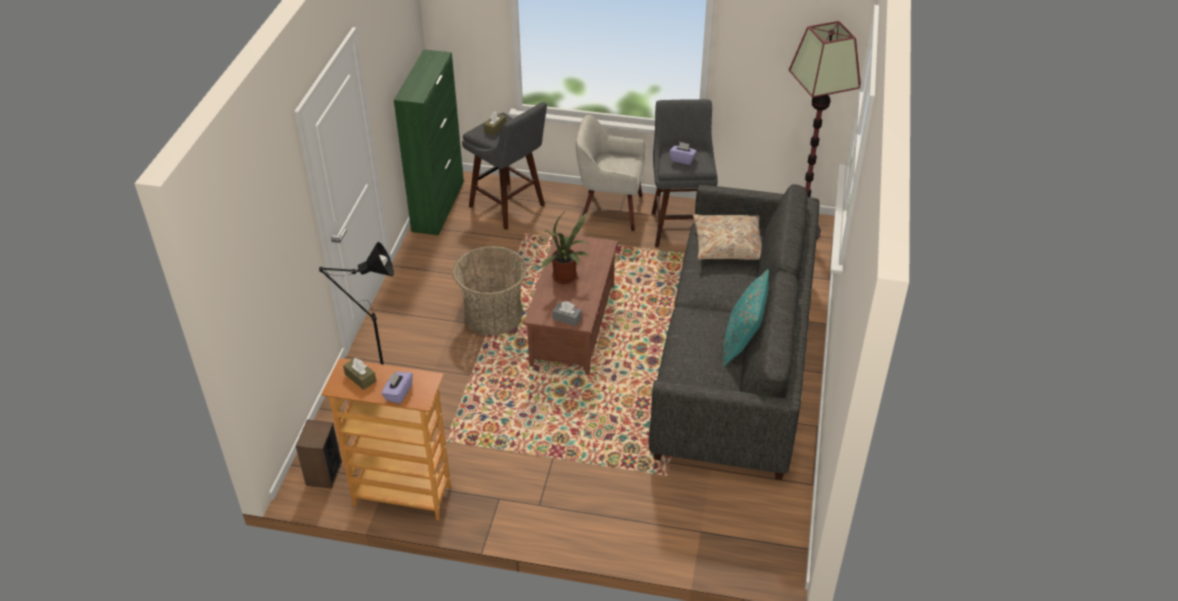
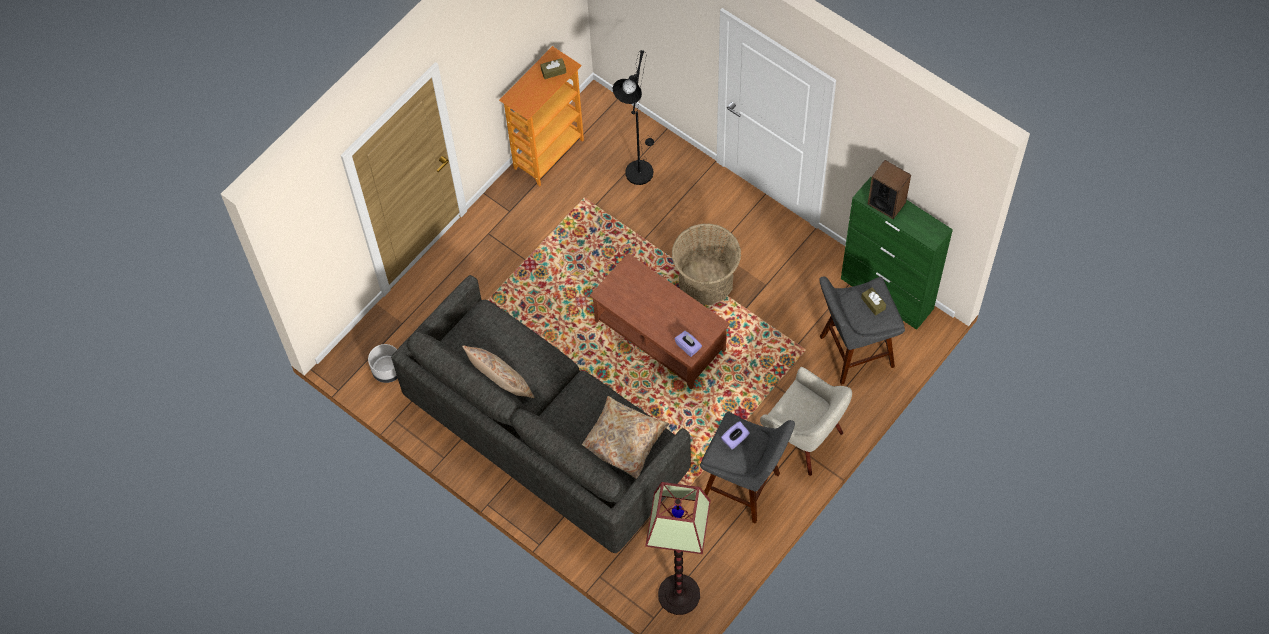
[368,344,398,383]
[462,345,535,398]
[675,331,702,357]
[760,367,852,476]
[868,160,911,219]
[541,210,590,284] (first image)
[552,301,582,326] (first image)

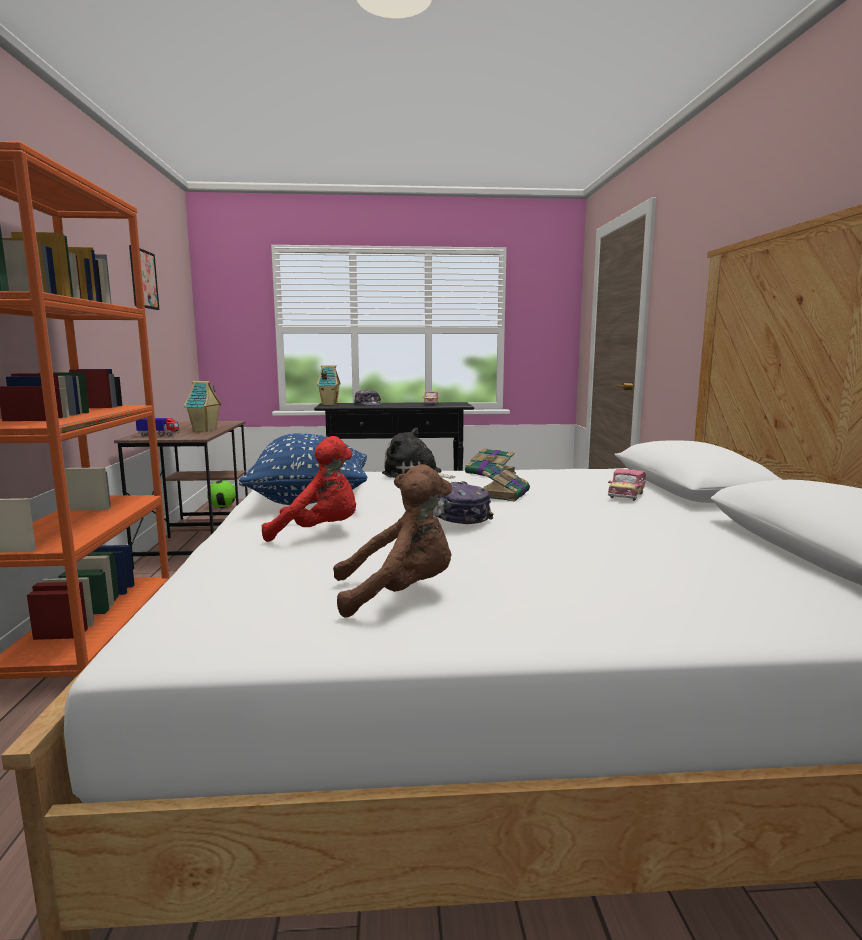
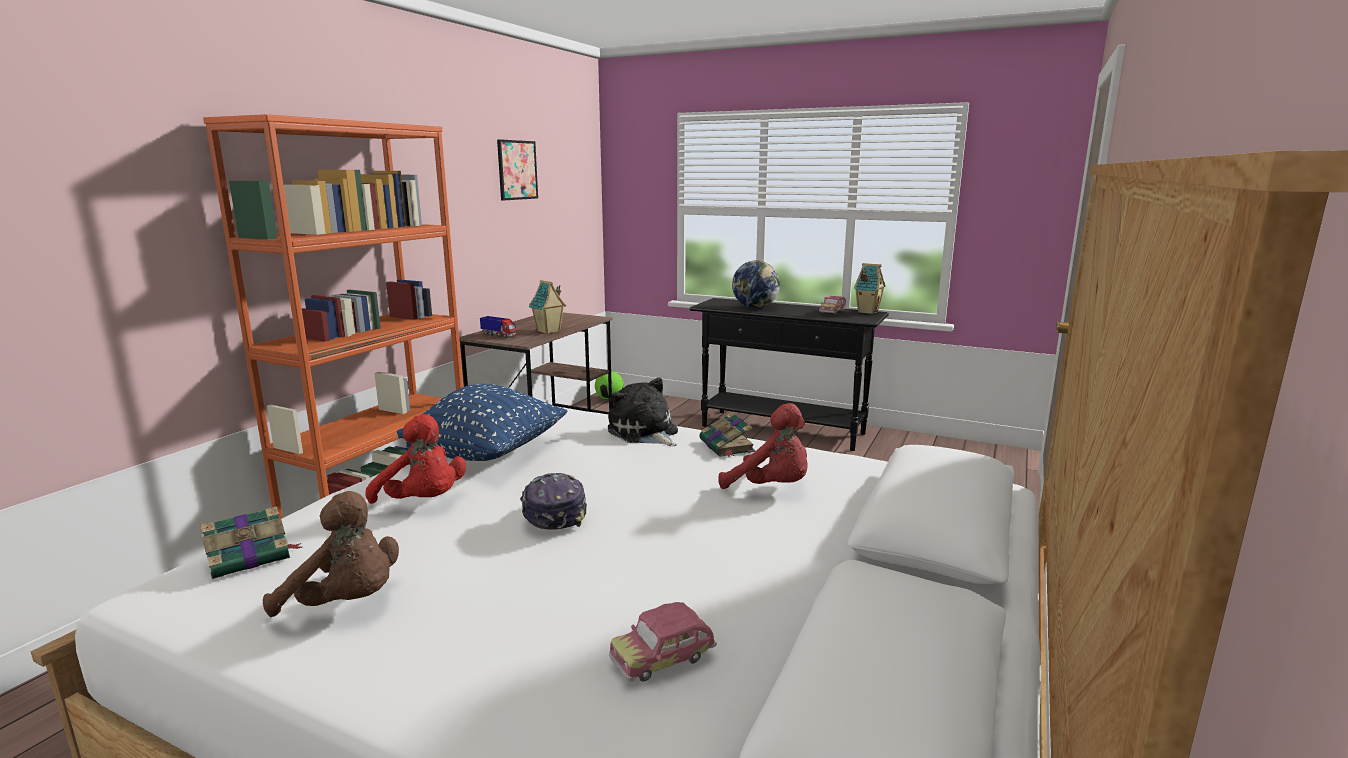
[201,506,302,579]
[609,602,717,682]
[718,403,808,489]
[732,261,780,308]
[854,263,886,314]

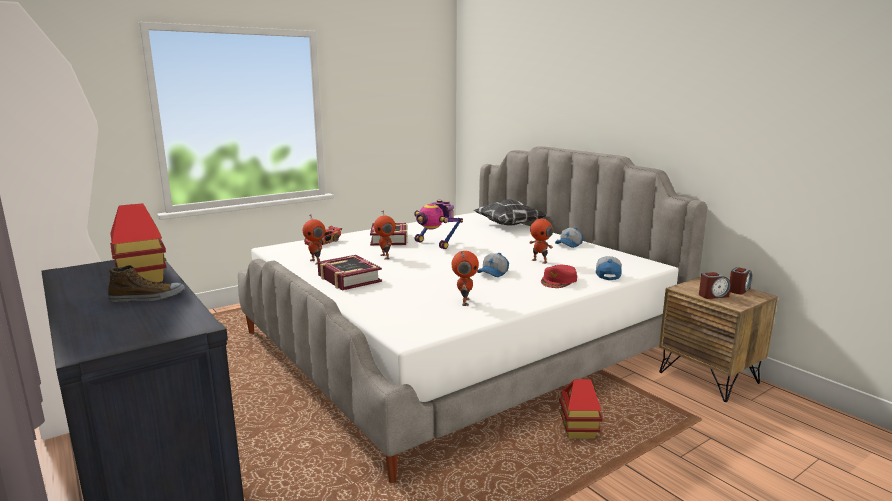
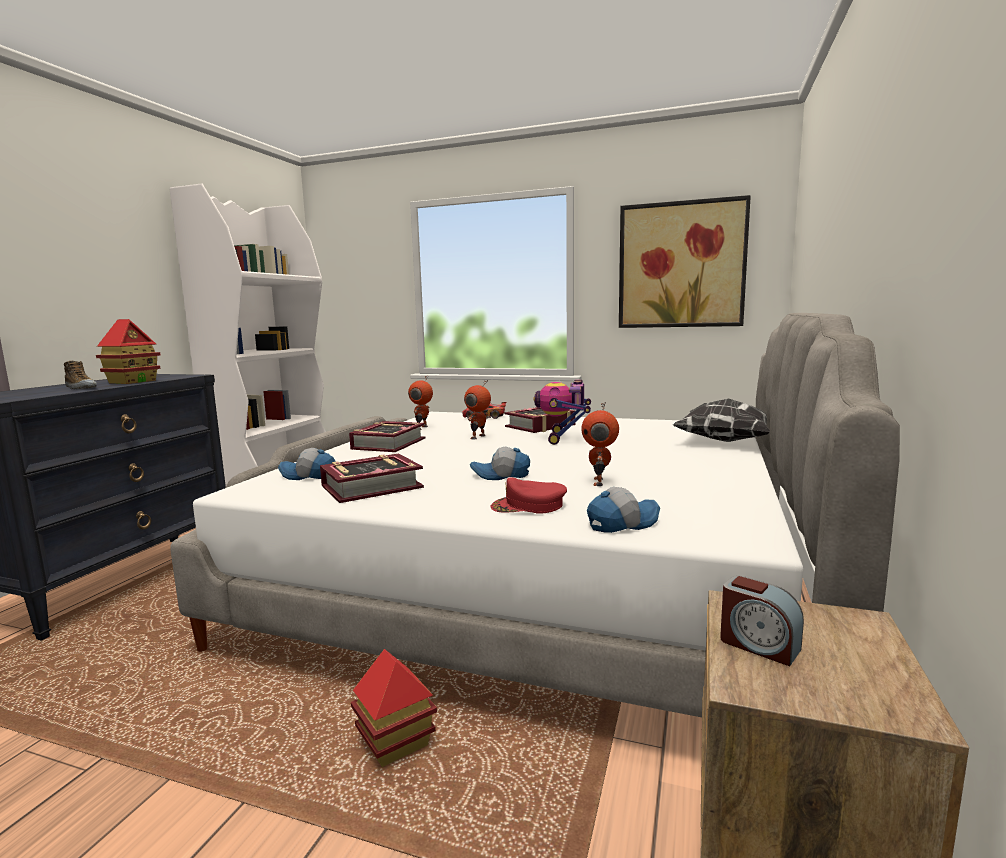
[278,448,336,480]
[320,453,424,503]
[619,195,751,328]
[730,267,752,295] (first image)

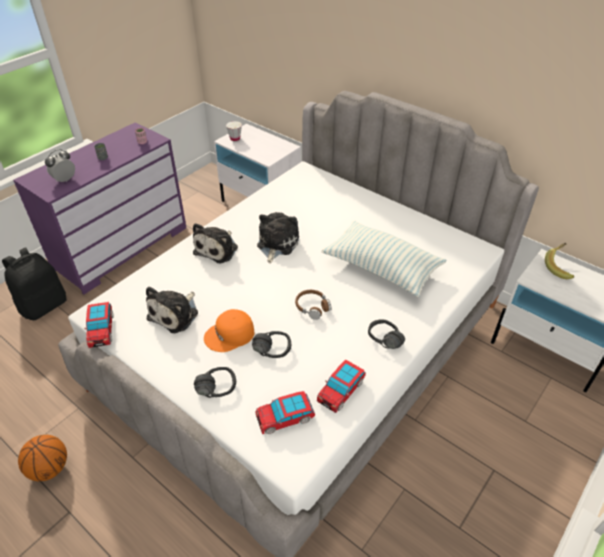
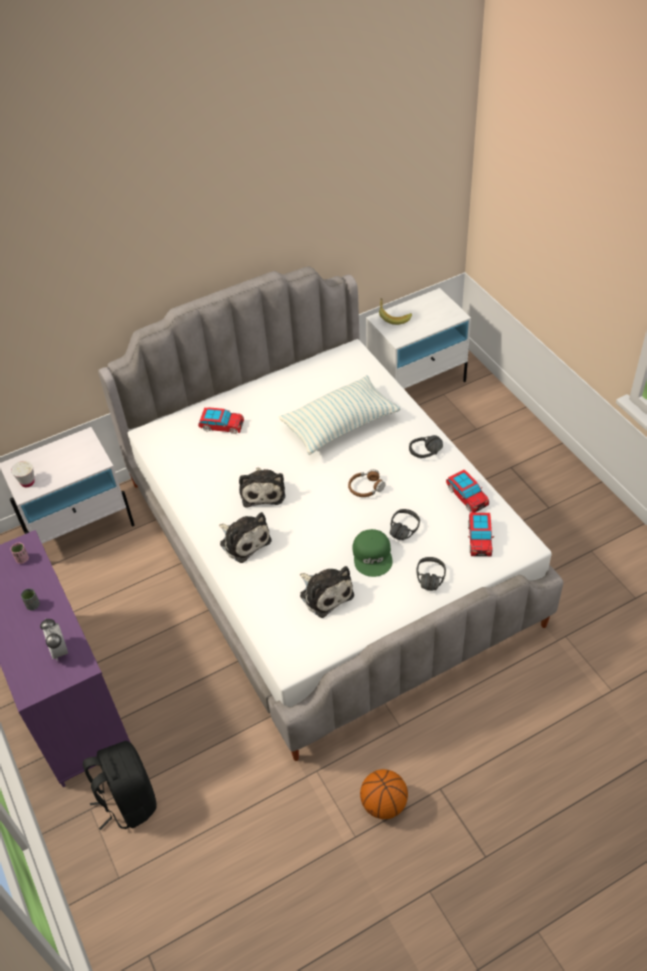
[198,408,244,434]
[239,467,285,507]
[353,529,393,577]

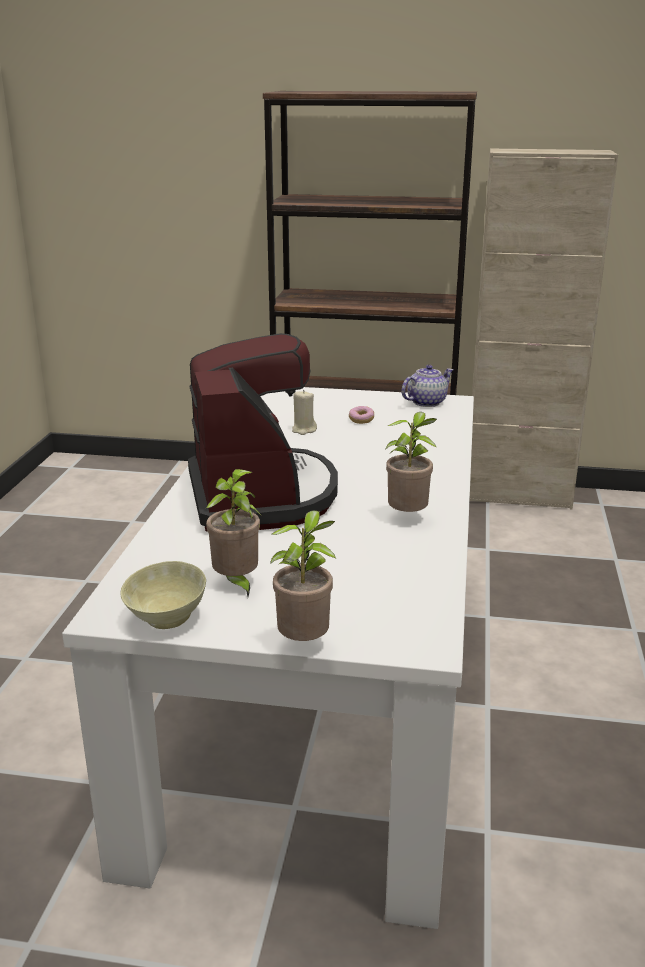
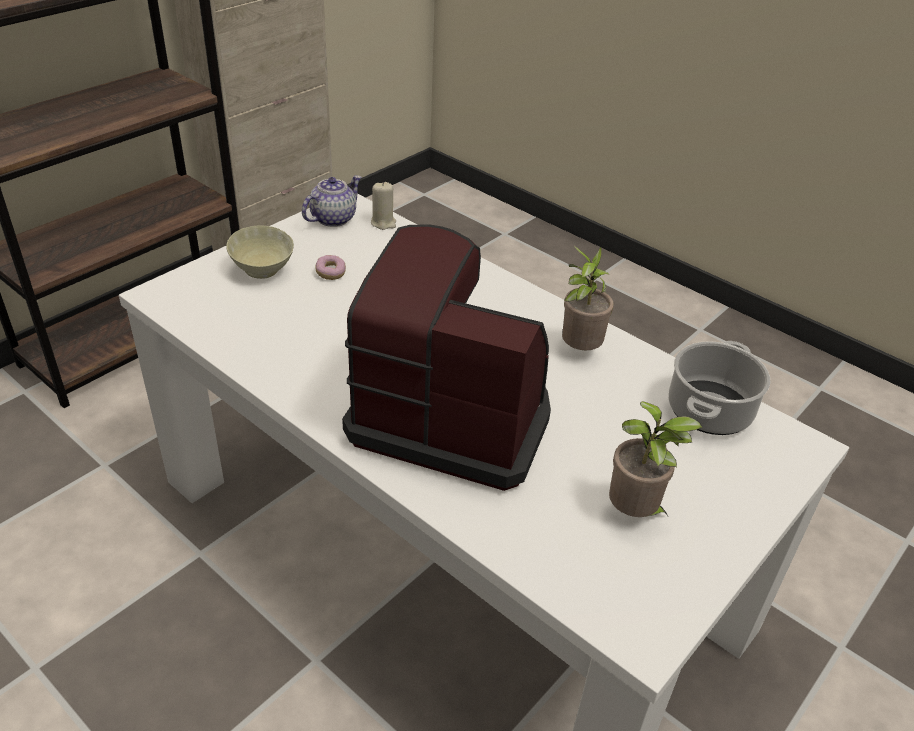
[226,226,294,279]
[302,175,361,227]
[371,182,396,230]
[668,341,770,435]
[270,510,336,641] (first image)

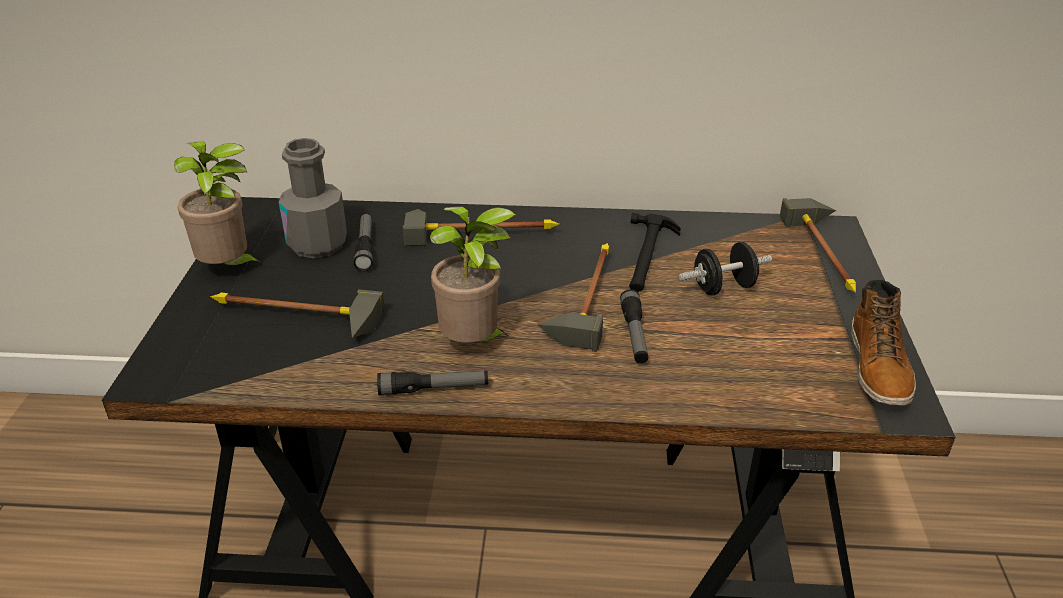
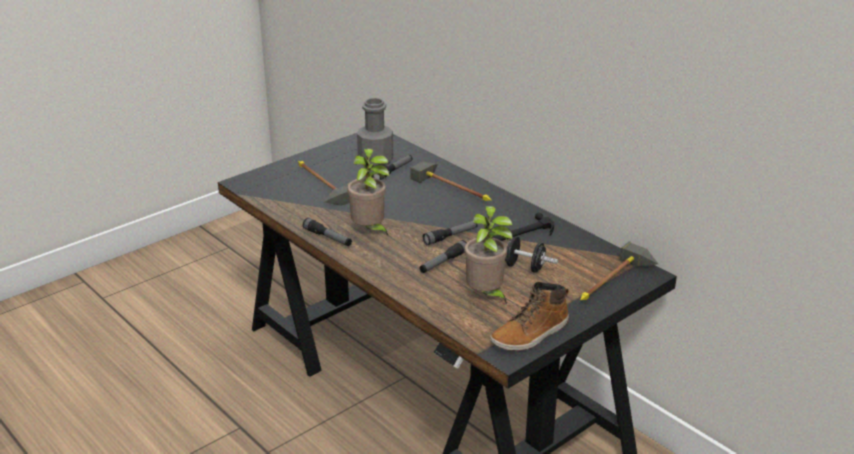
[423,221,478,245]
[465,206,512,304]

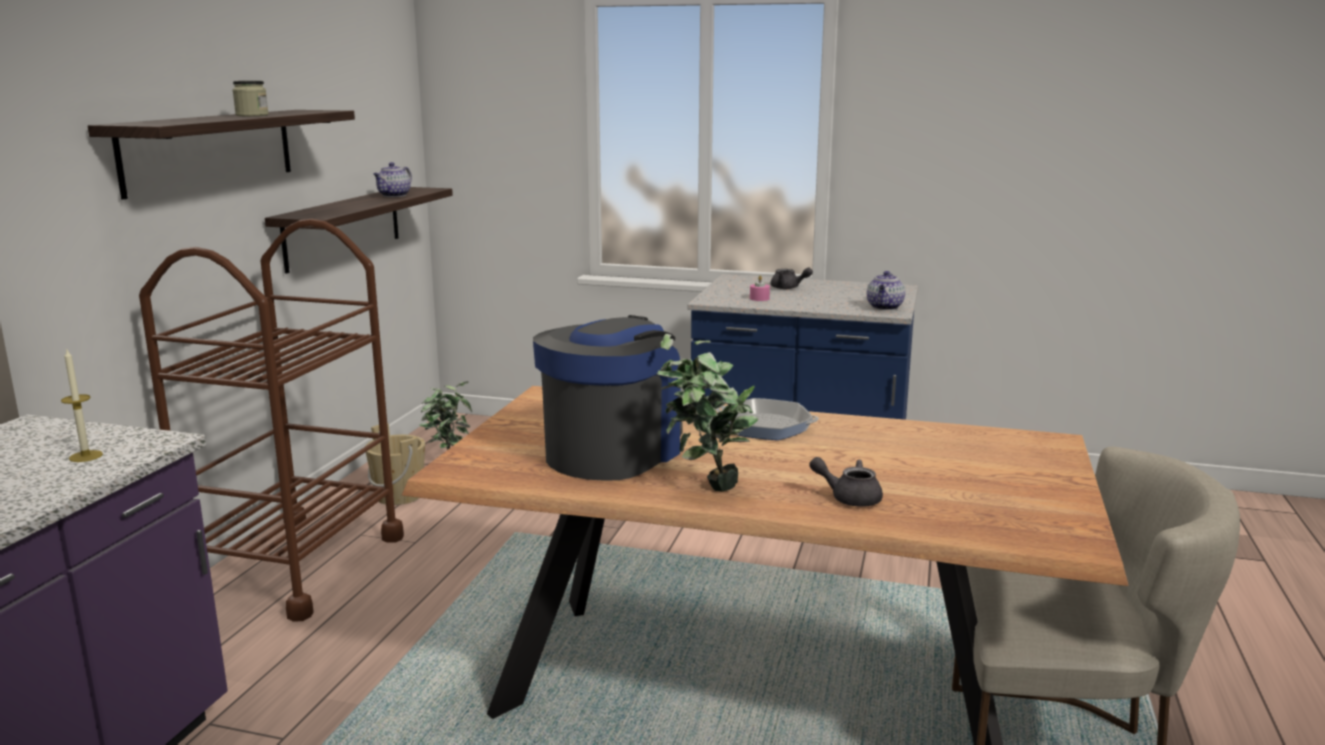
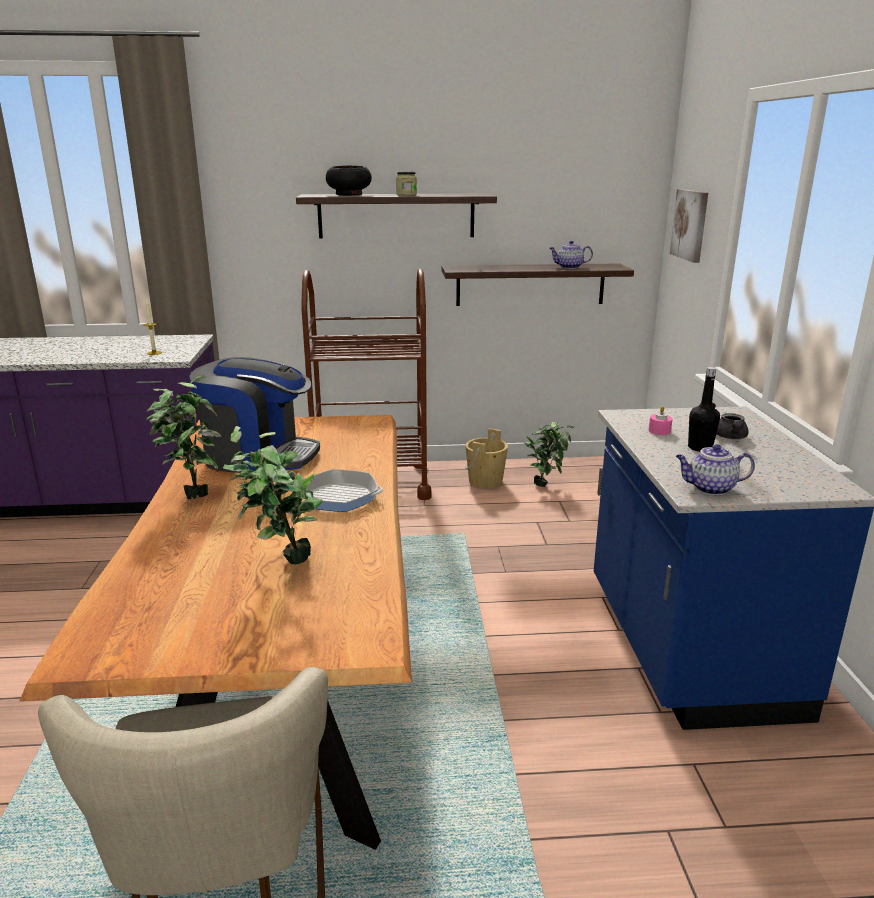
[223,426,323,564]
[303,469,384,512]
[326,165,372,195]
[670,189,708,263]
[688,367,720,452]
[809,457,883,507] (first image)

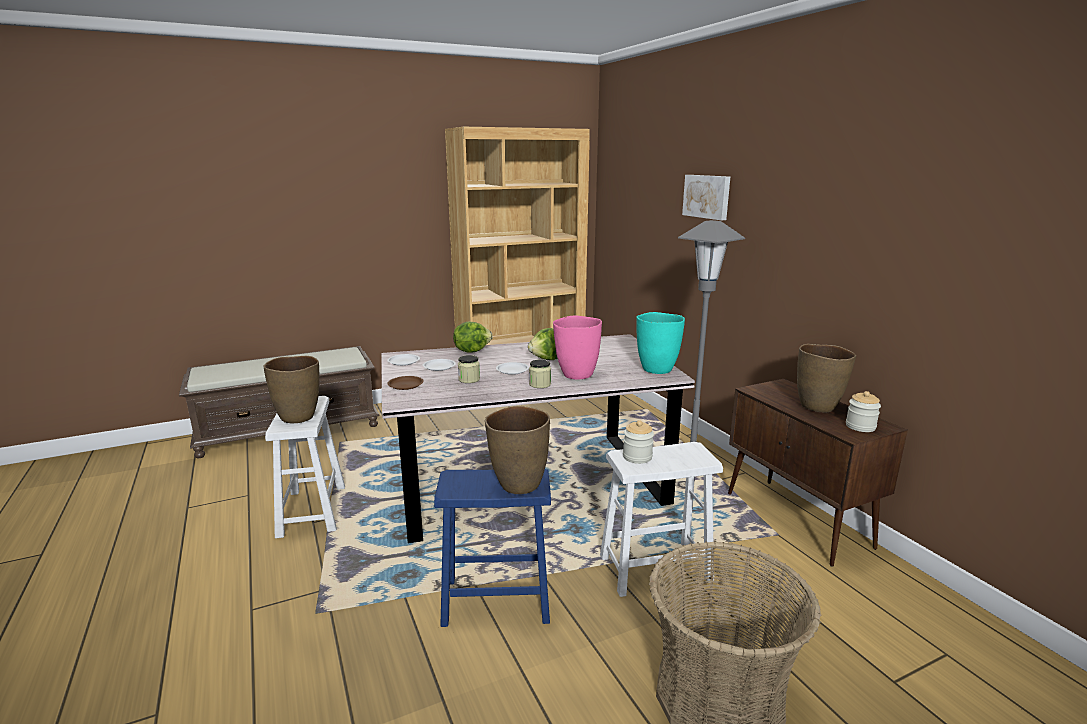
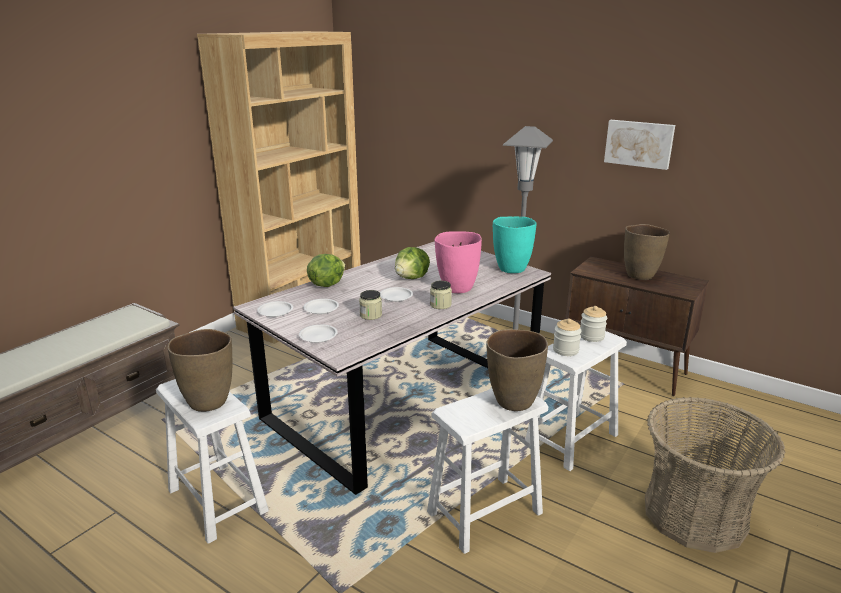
[299,324,338,343]
[427,389,548,554]
[580,306,607,342]
[604,120,675,170]

